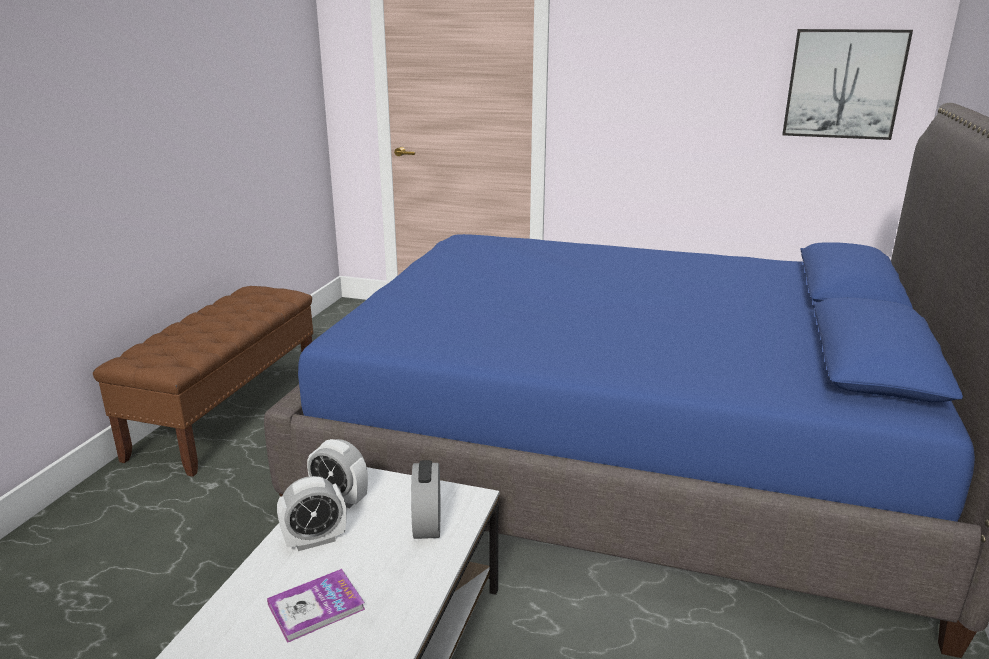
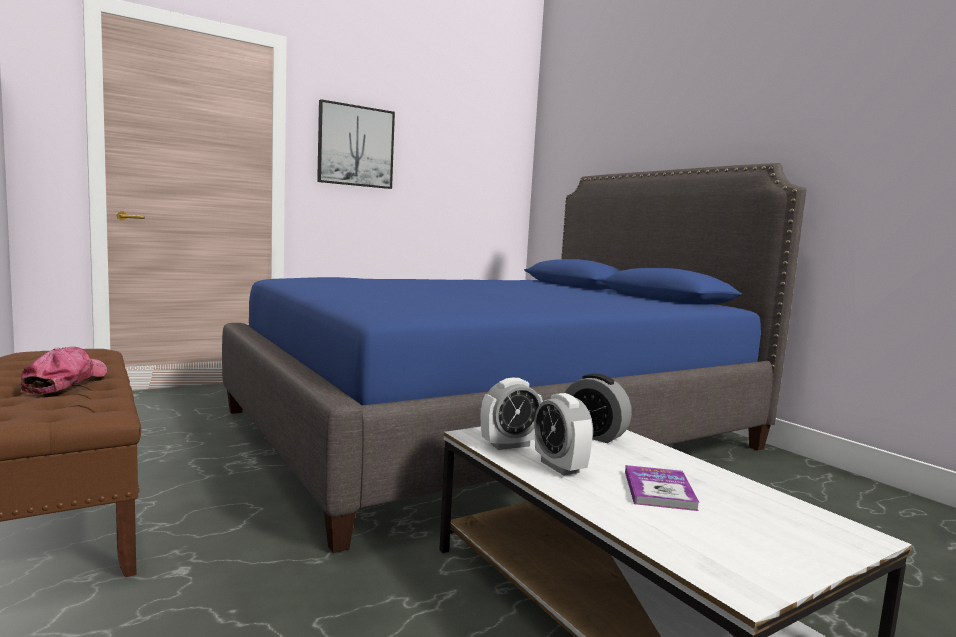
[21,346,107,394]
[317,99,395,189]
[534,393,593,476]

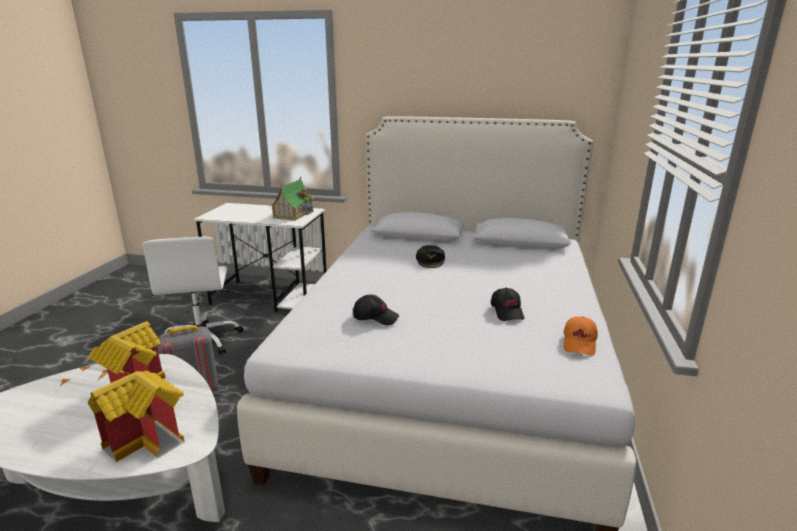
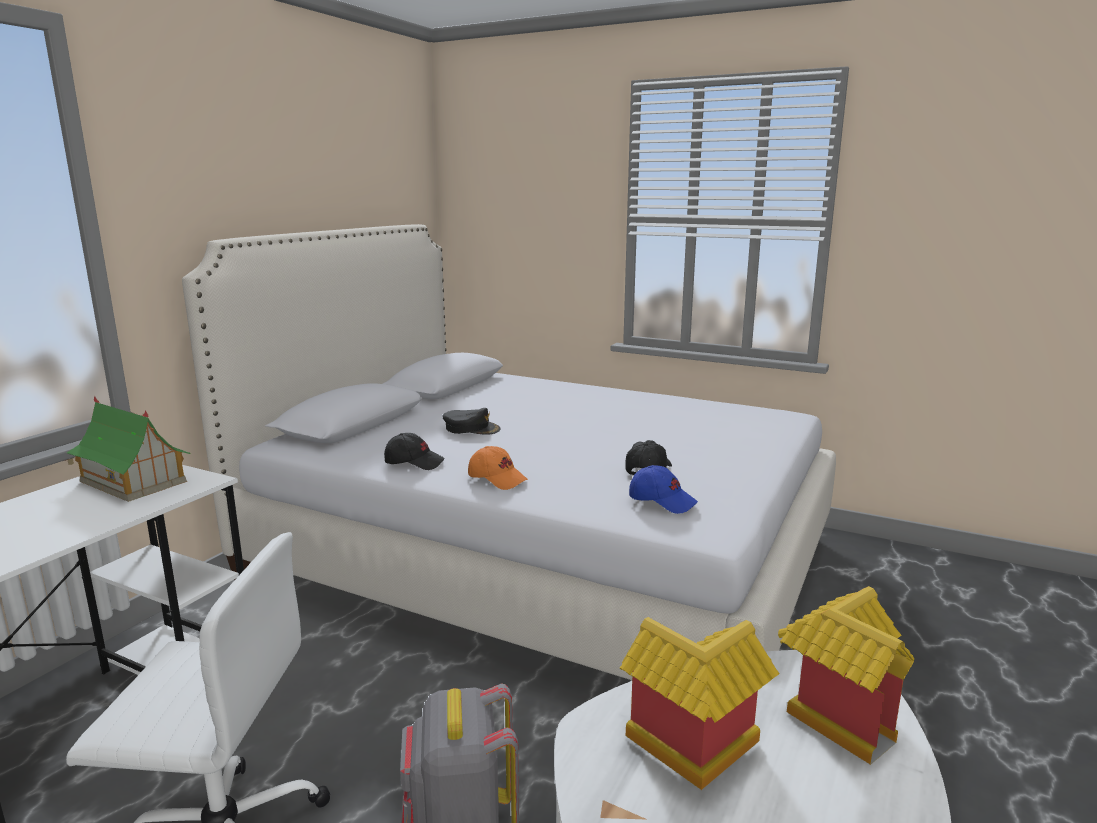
[384,433,445,470]
[468,446,528,490]
[629,465,698,514]

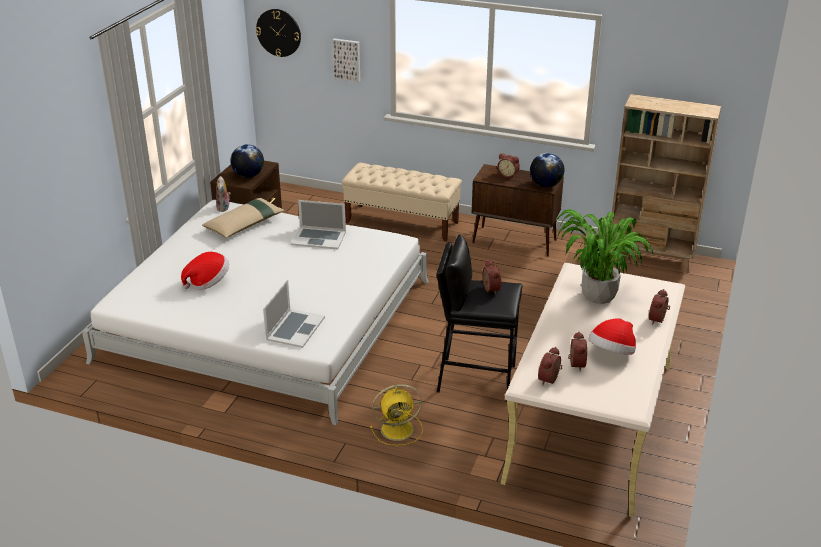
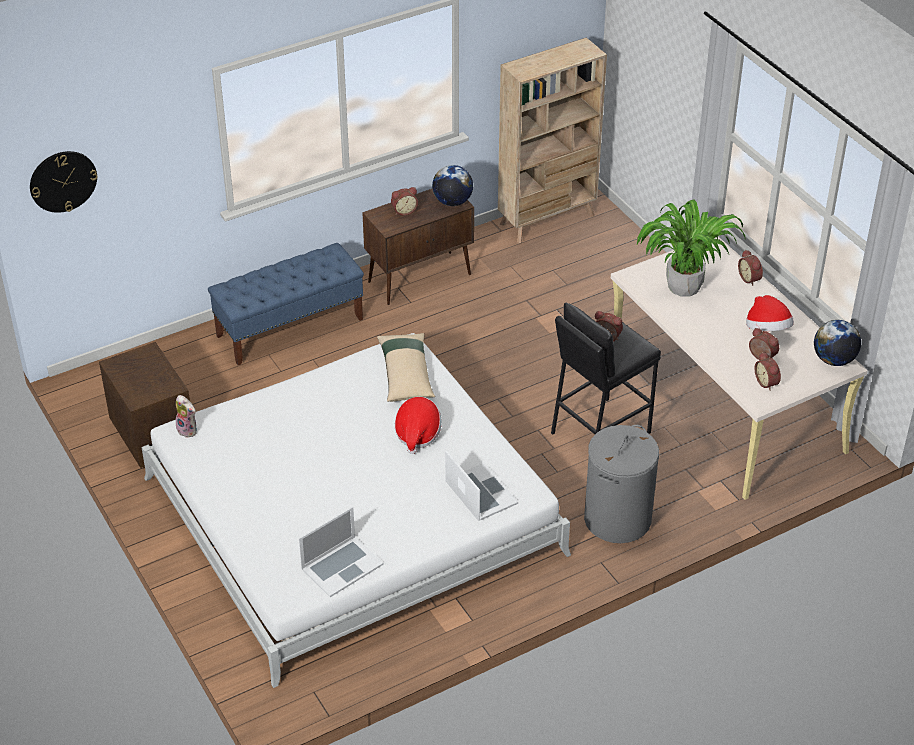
[208,243,364,365]
[299,507,384,597]
[377,333,435,402]
[395,397,442,454]
[584,425,659,543]
[814,320,861,366]
[332,38,360,82] (first image)

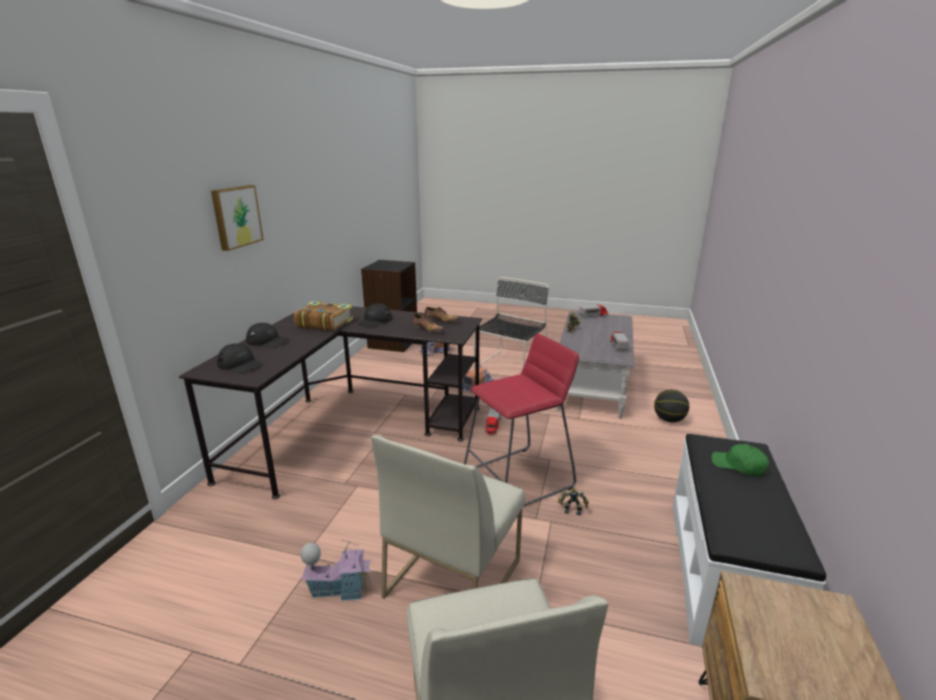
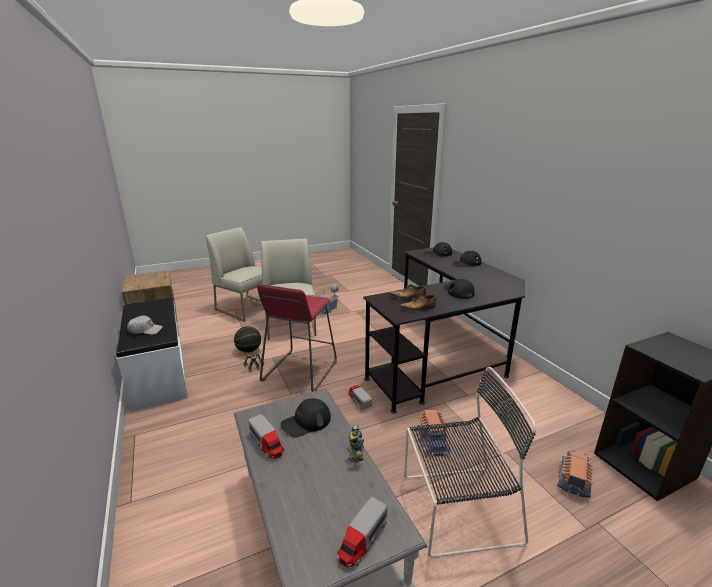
[127,315,163,335]
[234,326,261,353]
[280,398,331,437]
[404,367,536,559]
[211,185,264,251] (first image)
[294,301,353,331] (first image)

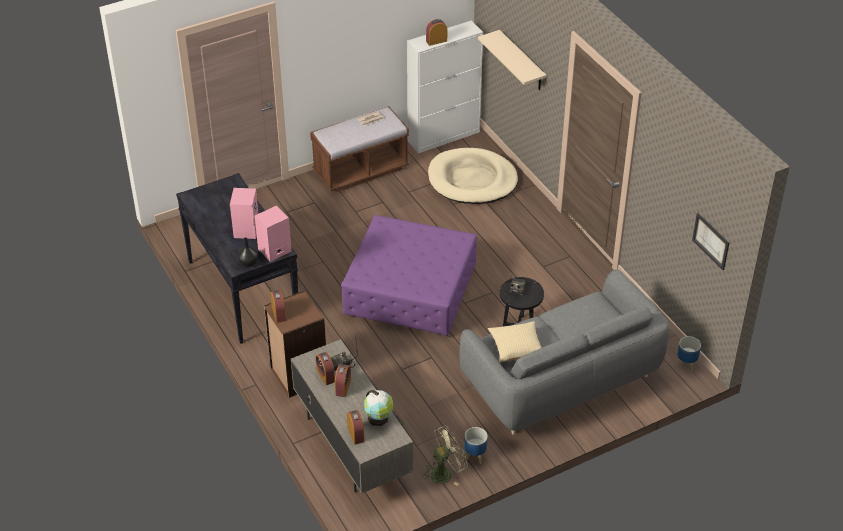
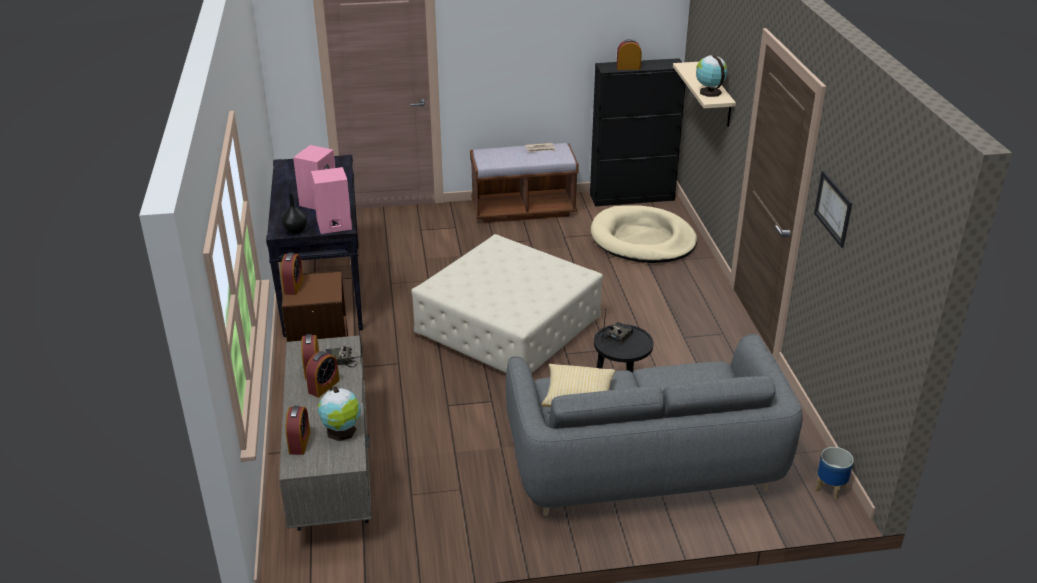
[411,234,603,373]
[590,58,686,206]
[696,55,727,97]
[814,171,852,248]
[423,426,468,486] (first image)
[464,427,488,464] (first image)

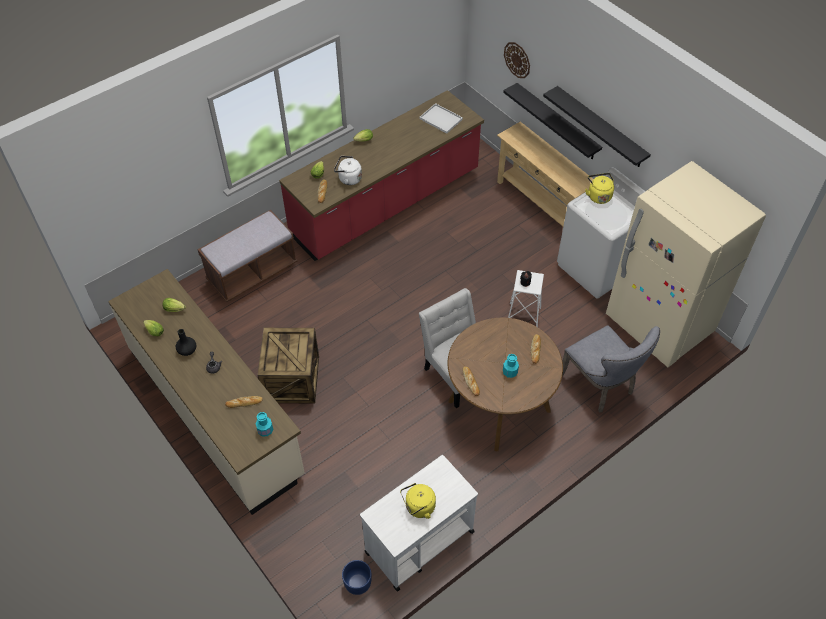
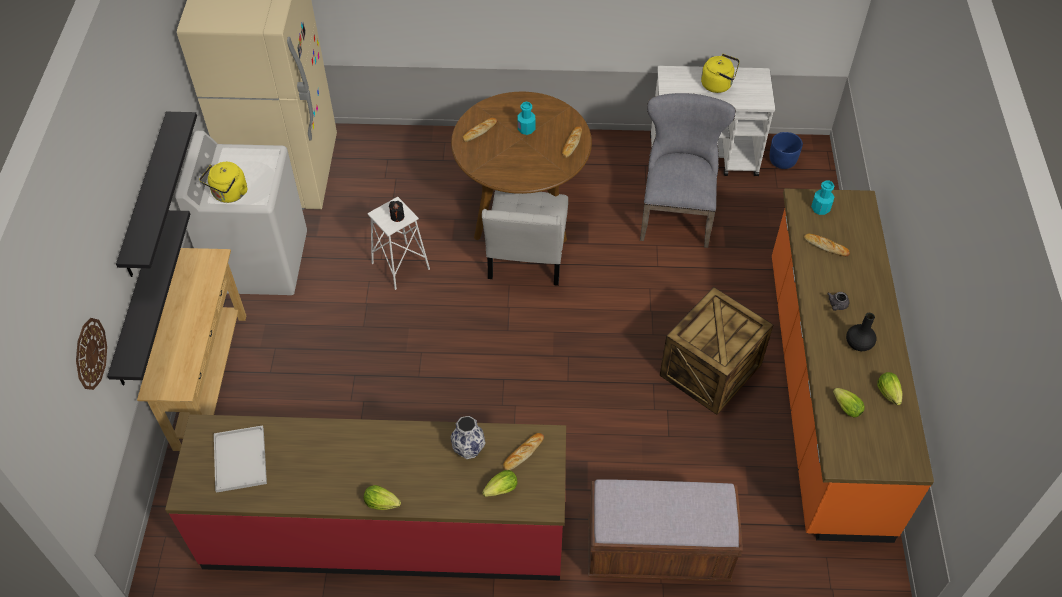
[451,416,485,459]
[640,93,736,248]
[772,189,934,543]

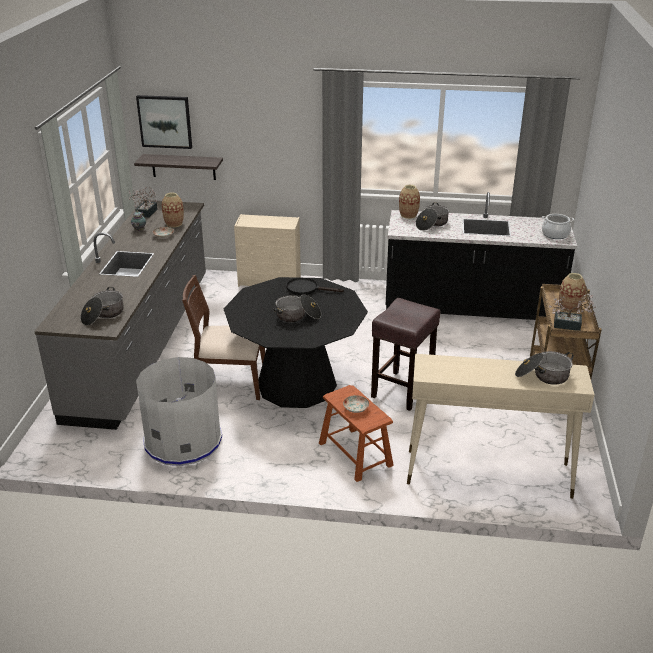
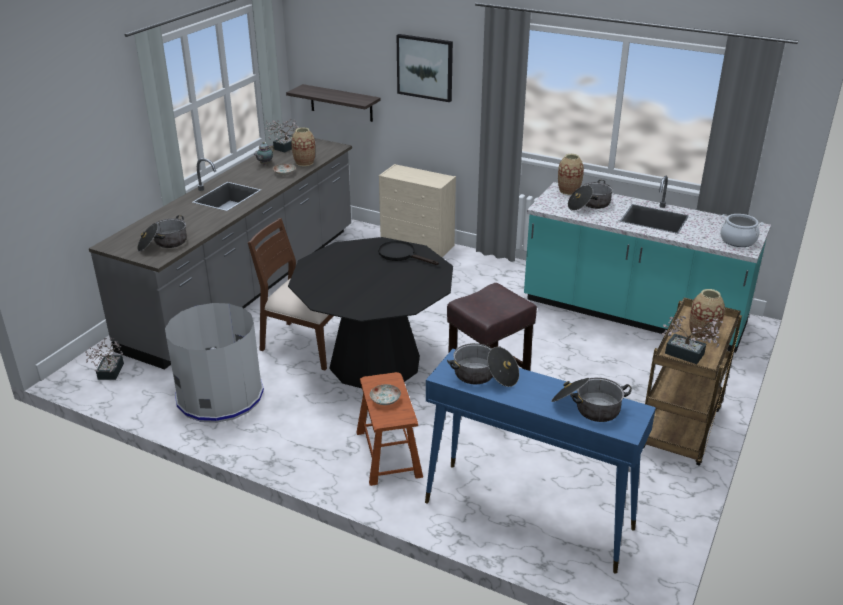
[85,337,124,380]
[397,34,453,102]
[425,349,656,574]
[447,343,519,387]
[524,175,771,353]

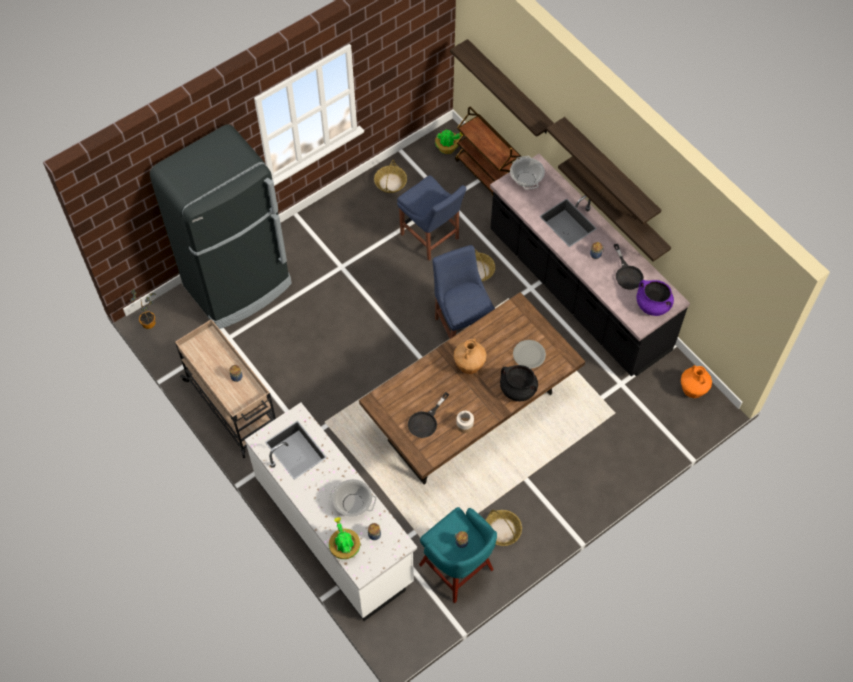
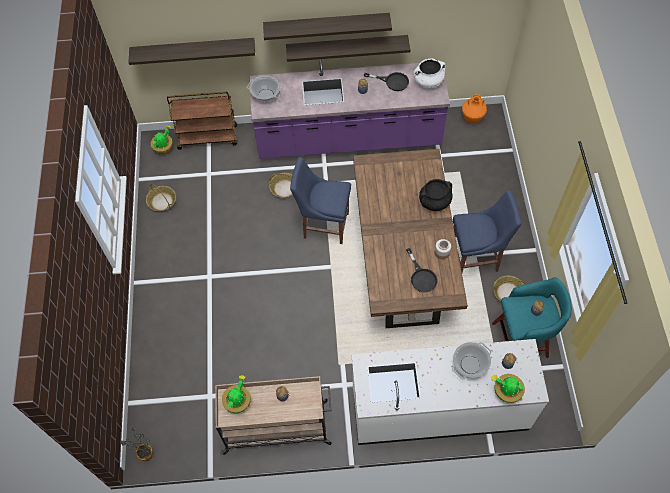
[222,375,251,413]
[250,59,450,159]
[413,59,446,88]
[453,190,522,272]
[150,124,292,329] (first image)
[454,339,486,374] (first image)
[513,340,546,369] (first image)

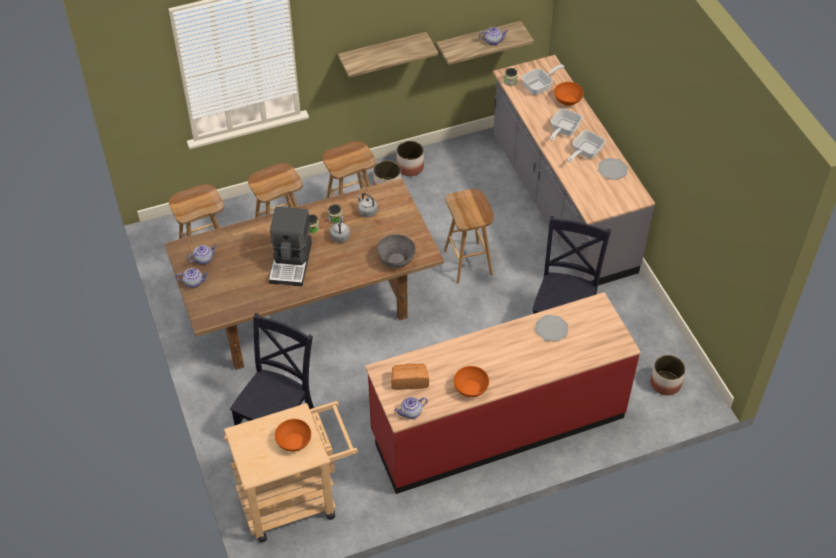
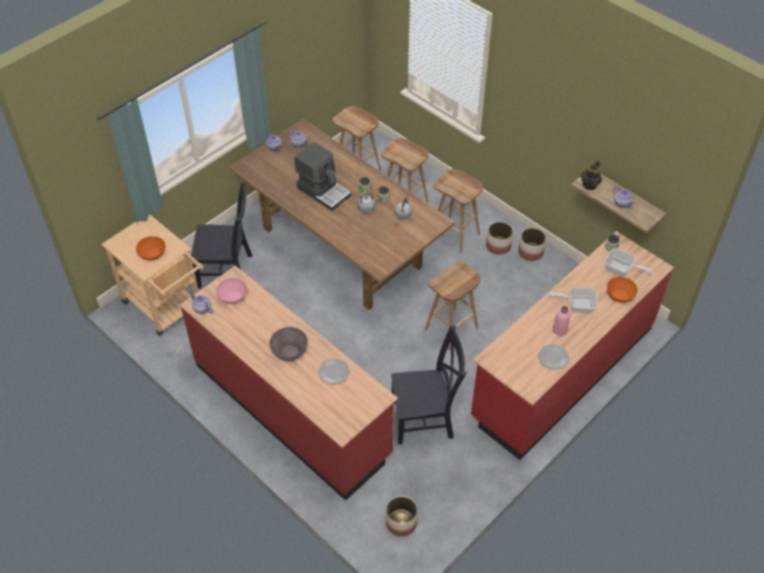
[216,278,247,304]
[269,327,308,361]
[294,142,351,211]
[471,231,674,460]
[553,306,570,336]
[581,160,602,190]
[338,32,438,77] (first image)
[454,366,489,397] (first image)

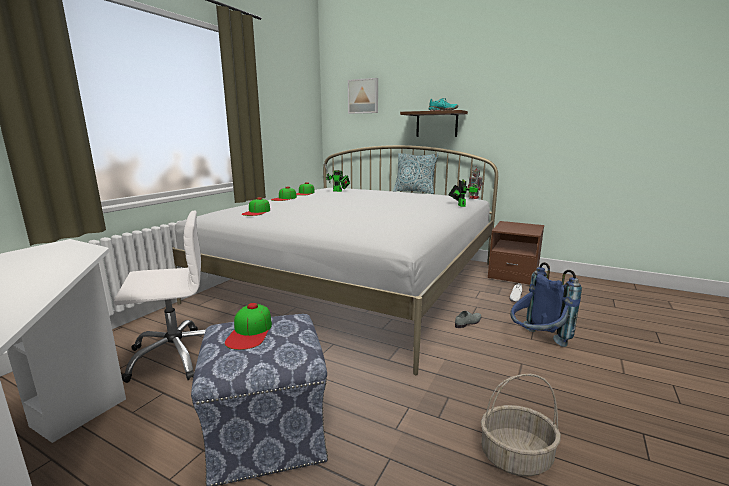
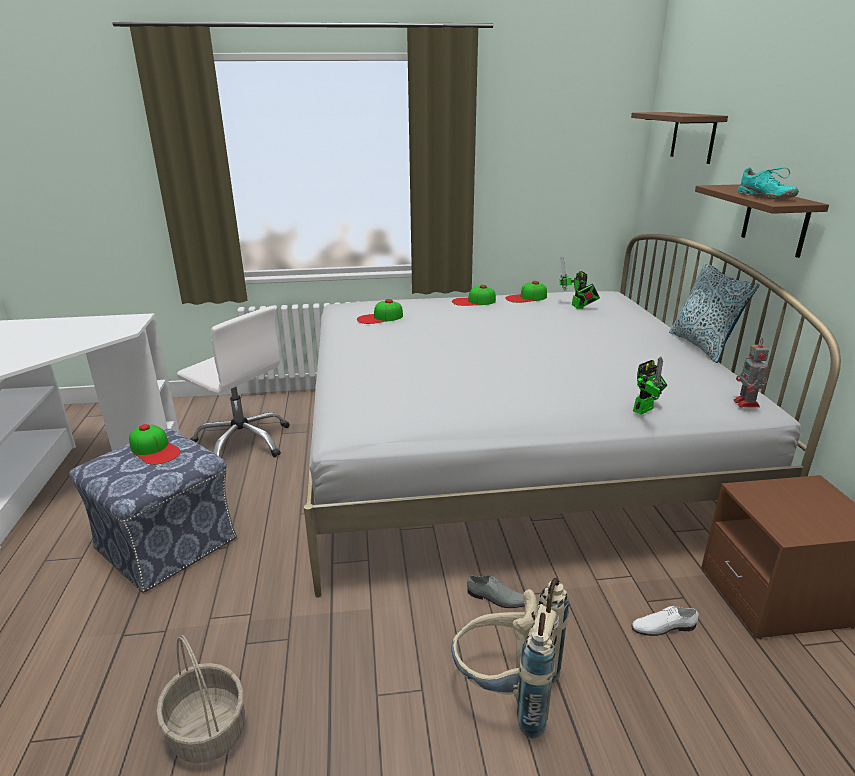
[129,424,181,465]
[451,578,569,738]
[631,112,728,164]

